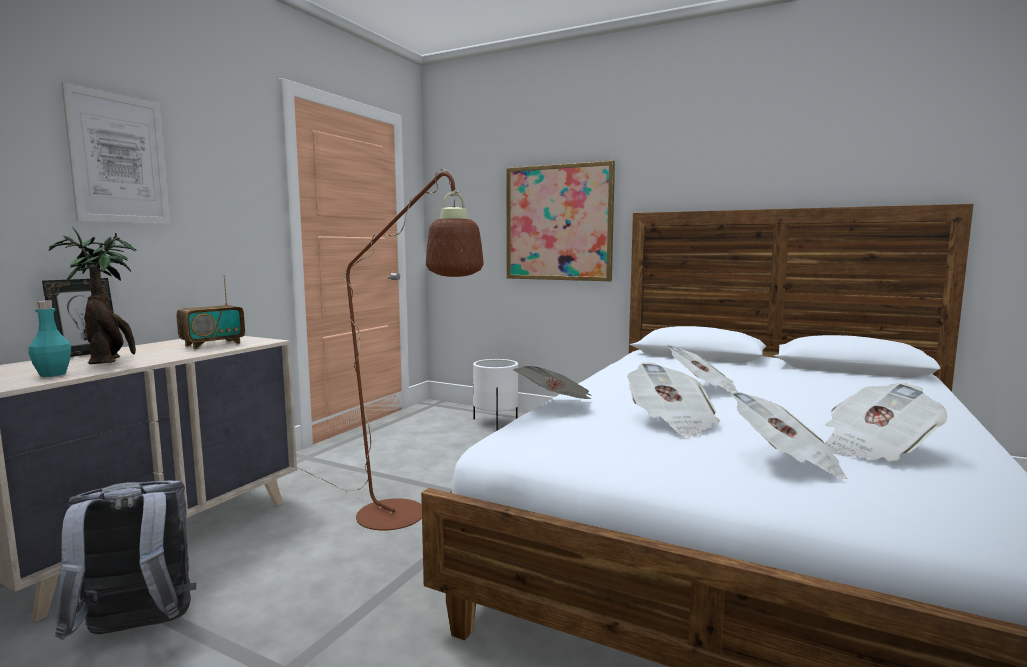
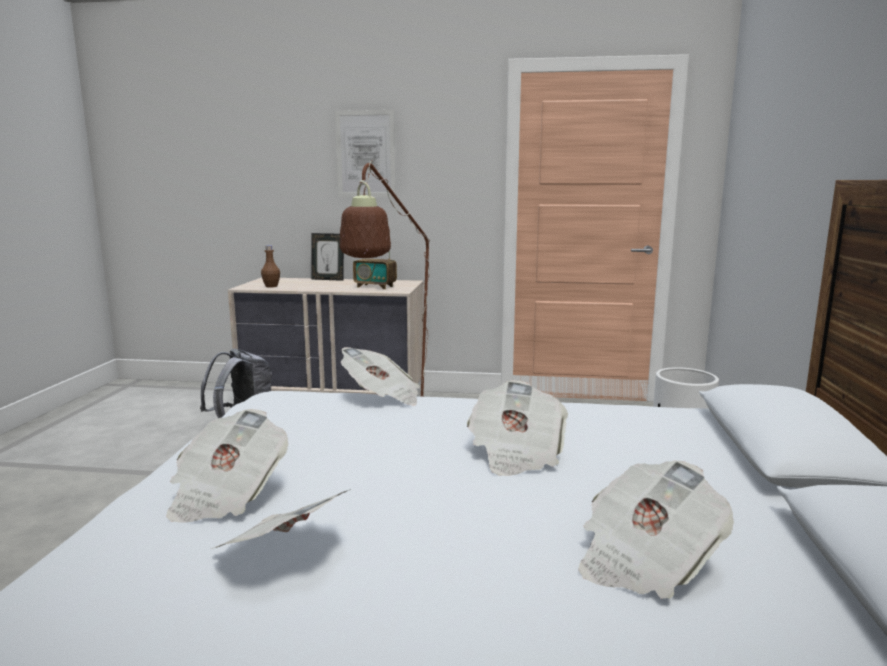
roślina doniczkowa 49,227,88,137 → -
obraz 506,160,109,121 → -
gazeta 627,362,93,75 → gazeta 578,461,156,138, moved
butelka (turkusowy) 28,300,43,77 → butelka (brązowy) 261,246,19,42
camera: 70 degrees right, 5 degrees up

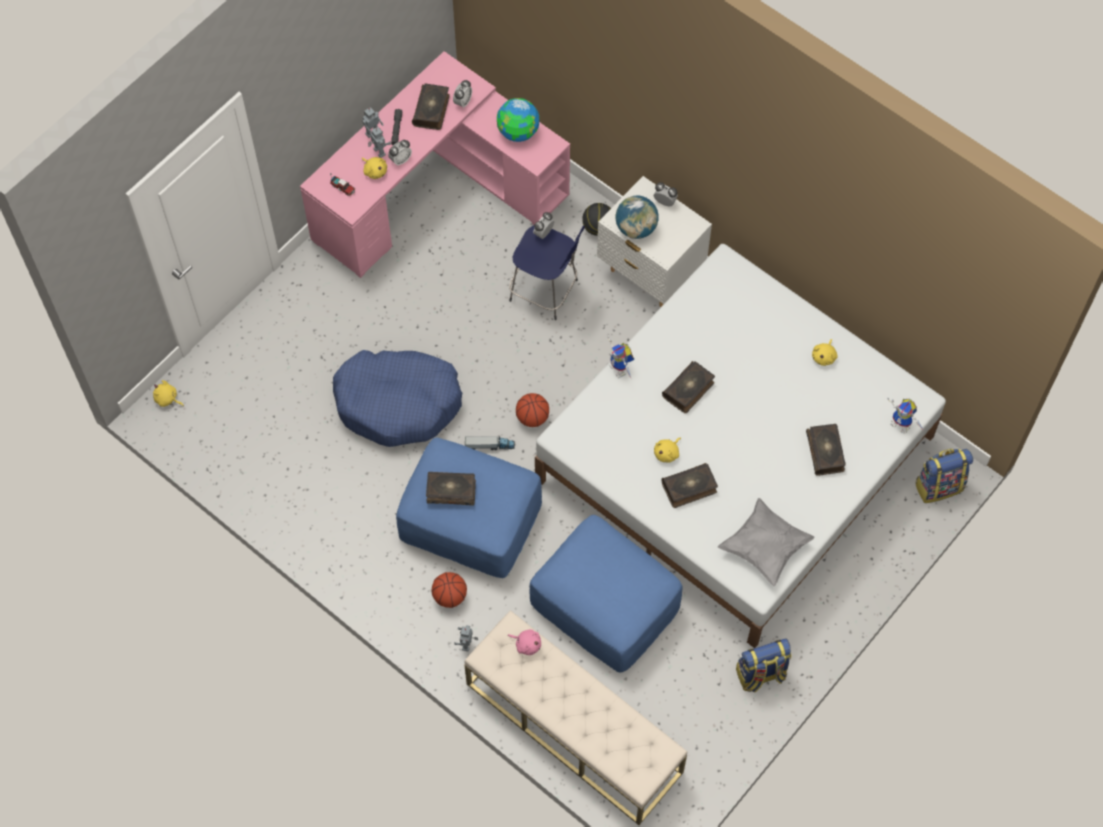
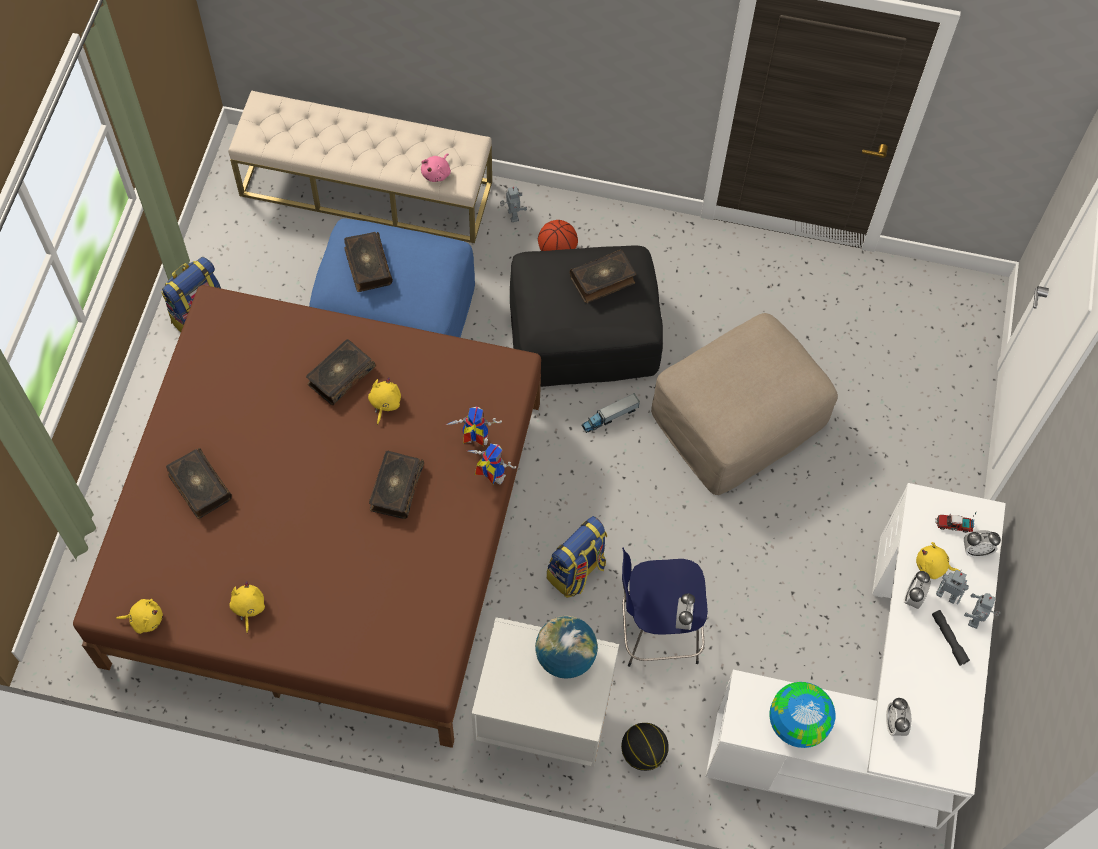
piłka do koszykówki 516,393,33,34 → -
poduszka (szary) 718,498,97,89 → -
pluszak (żółty) 153,380,31,27 → pluszak (żółty) 116,599,47,35, moved
książka 412,83,38,47 → książka 344,232,49,60, moved
budzik 654,182,24,24 → budzik 964,530,37,27, moved
robot zabawkowy 887,397,36,37 → robot zabawkowy 446,407,56,39, moved
plecak 915,449,58,54 → plecak 547,516,60,82, moved
legowisko (niebieski) 333,350,129,97 → pufa (beżowy) 651,313,187,182
biurko (różowy) 300,51,270,227 → biurko (biały) 706,483,300,346
pufa (niebieski) 396,437,146,141 → pufa (czarny) 510,246,153,141
łóżko (biały) 535,244,411,404 → łóżko (brązowy) 73,285,468,463
pluszak (różowy) 508,629,33,26 → pluszak (różowy) 421,153,30,29, 60 degrees counterclockwise
camera: 150 degrees right, 0 degrees up

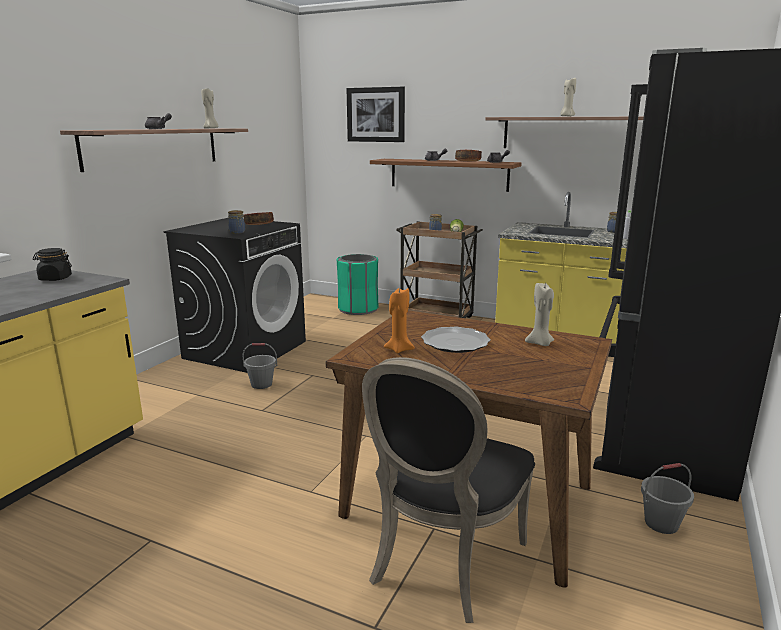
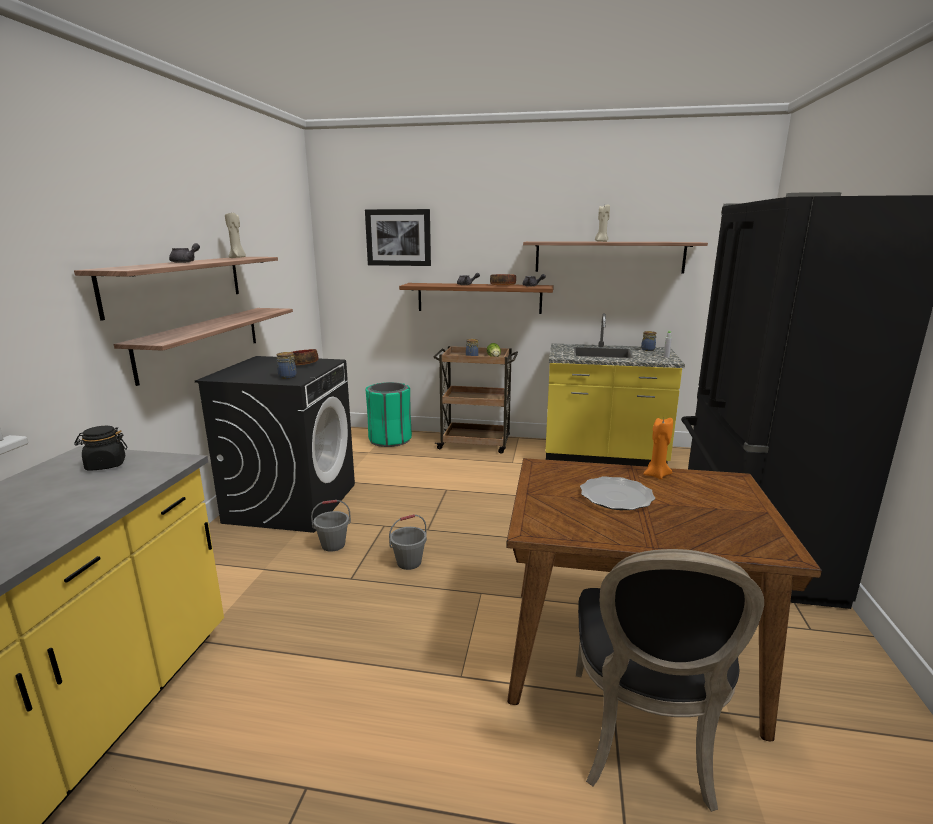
świeca (beżowy) 525,283,29,63 → -
- → półka 114,308,179,78
świeca (pomarańczowy) 384,288,31,65 → świeca (pomarańczowy) 643,418,30,61, moved
wiadro (szary) 641,463,53,71 → wiadro (szary) 389,514,38,56, moved
camera: 15 degrees left, 0 degrees up

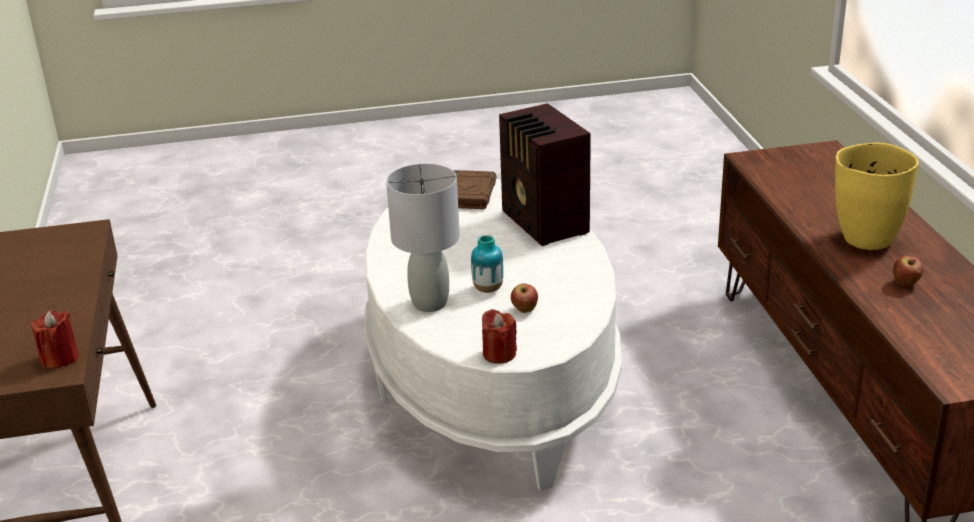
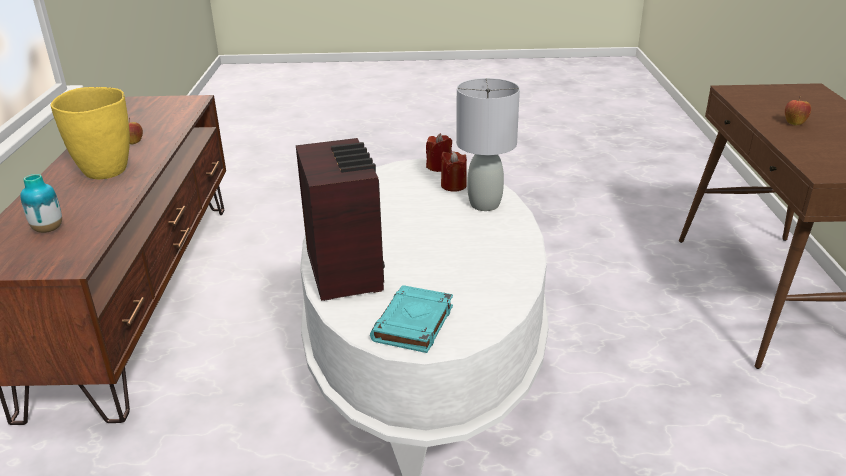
świeca (czerwony) 31,311,48,58 → świeca (czerwony) 441,151,26,41, moved
wazon 471,235,33,58 → wazon 20,174,42,59, moved
jabłko 511,283,27,30 → jabłko 785,95,26,31, moved
książka (brązowy) 453,170,43,39 → książka (turkusowy) 370,285,83,68
camera: 170 degrees left, 0 degrees up

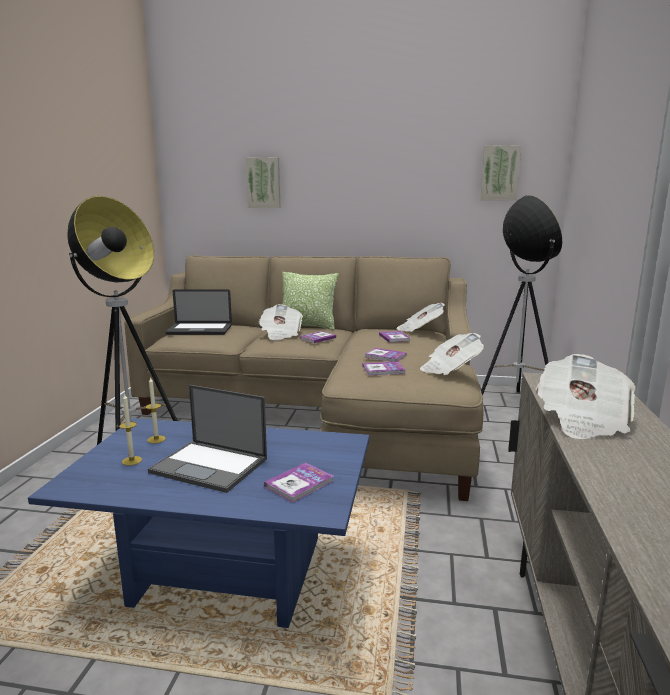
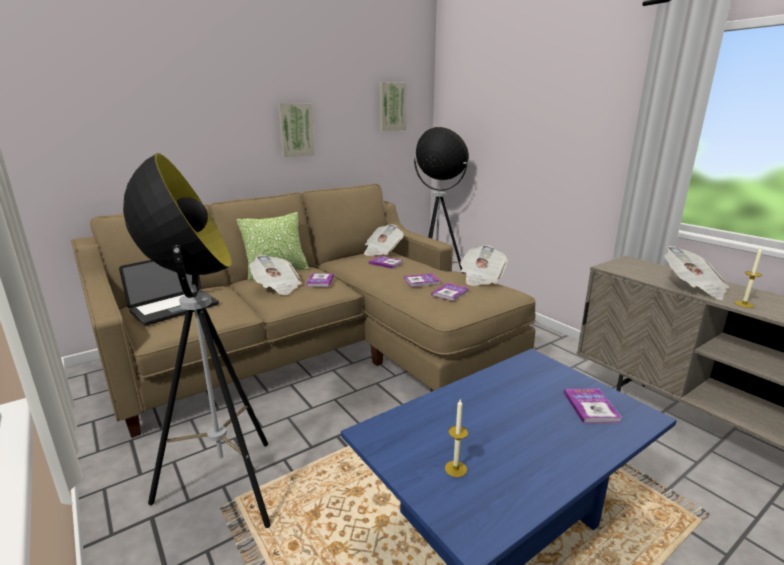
laptop 148,385,119,108 → -
świeca 145,377,21,66 → świeca 735,248,27,60, moved
obraz 246,157,34,51 → obraz 278,103,37,54, moved
camera: 45 degrees left, 5 degrees up

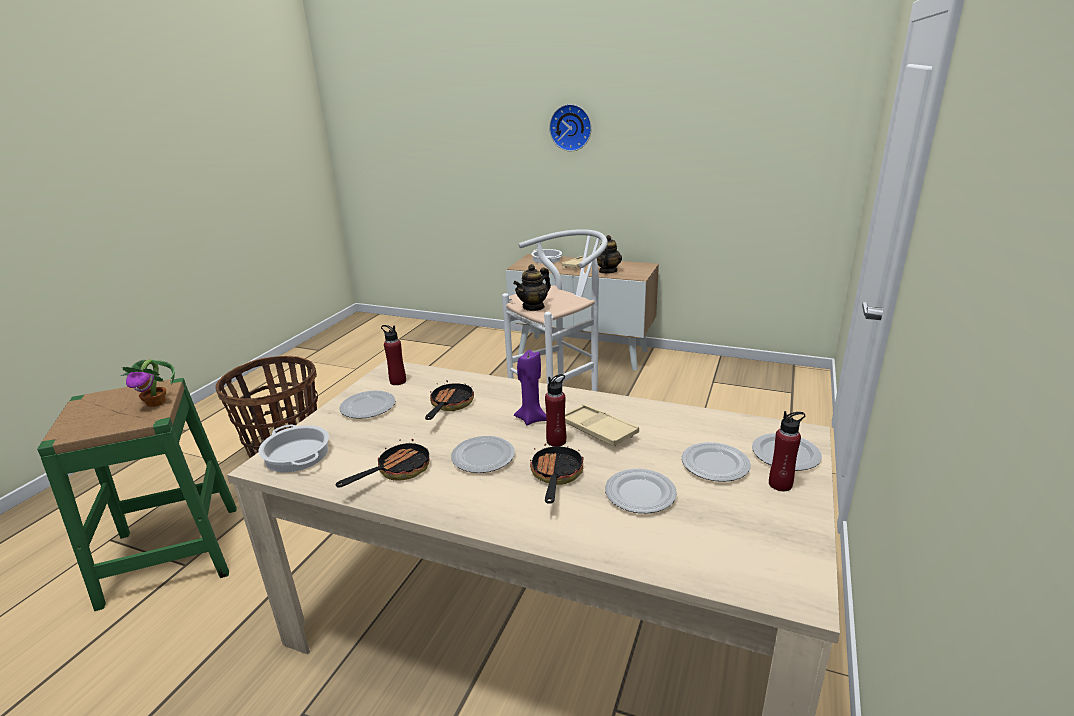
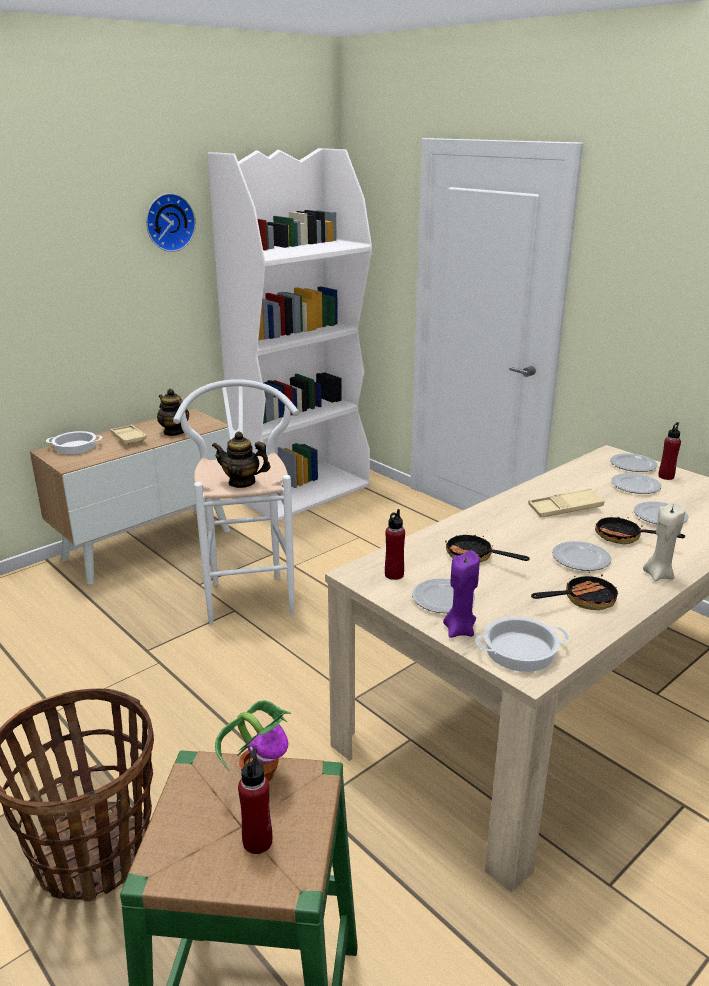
- → regał (biały) 207,148,165,373
- → świeca (beżowy) 643,502,42,79
świeca (fioletowy) 514,350,32,76 → świeca (fioletowy) 443,550,37,88, moved
butelka (czerwony) 545,374,21,73 → butelka (czerwony) 238,748,34,106, moved
zegar ścienny 549,104,43,47 → zegar ścienny 146,193,50,59, moved
patelnia 336,439,94,49 → patelnia 531,569,87,41, 90 degrees clockwise
imbryk 513,264,38,47 → imbryk 212,432,58,56, 120 degrees clockwise
camera: 65 degrees left, 0 degrees up

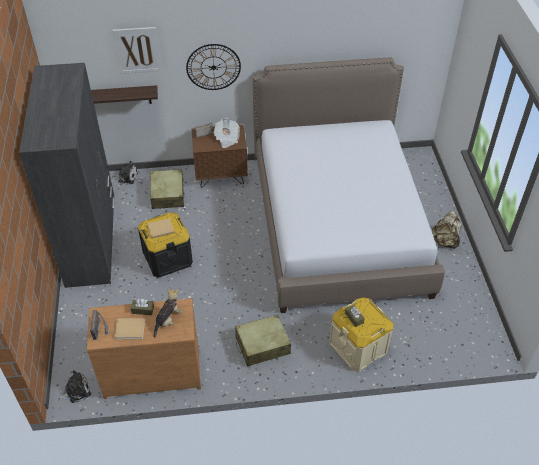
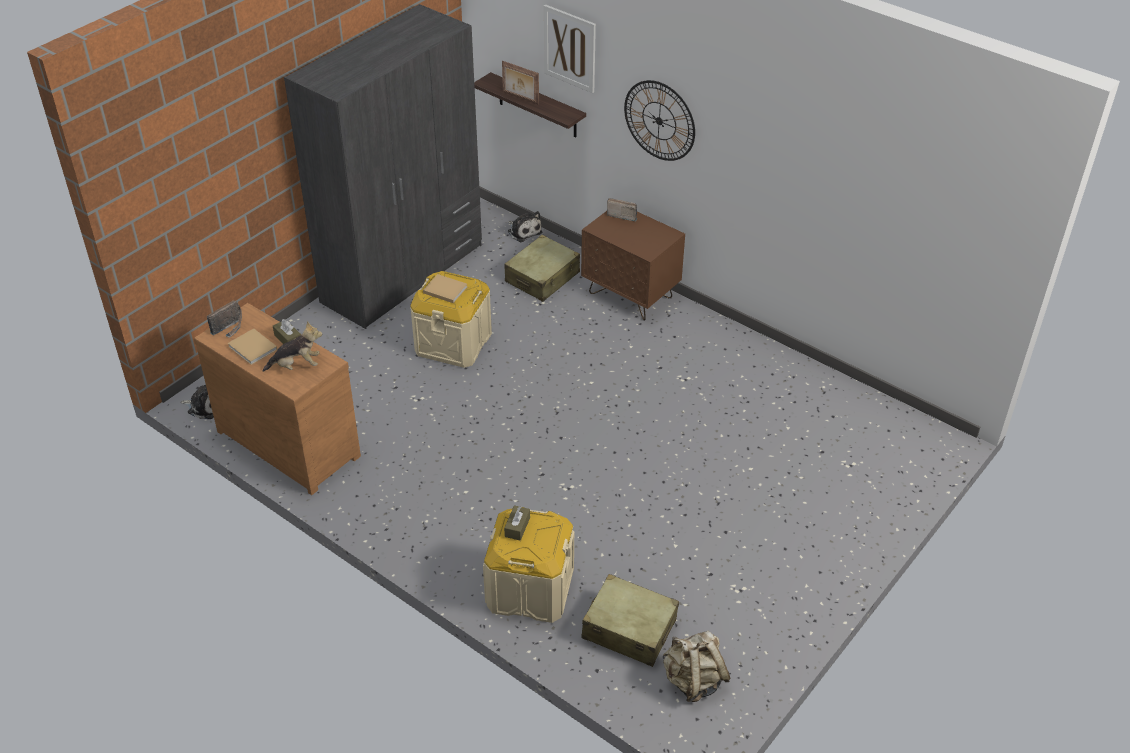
gazeta 214,118,26,30 → -
łóżko 252,57,193,256 → -
- → ramka na zdjęcie 502,61,37,44
walizka (beżowy) 235,314,56,52 → walizka (beżowy) 582,574,97,93, moved
plecak (beżowy) 432,211,29,38 → plecak (beżowy) 663,631,68,71, moved
pojemnik do przechowywania (czarny) 138,212,55,66 → pojemnik do przechowywania (beżowy) 410,271,82,97
camera: 45 degrees right, 5 degrees down

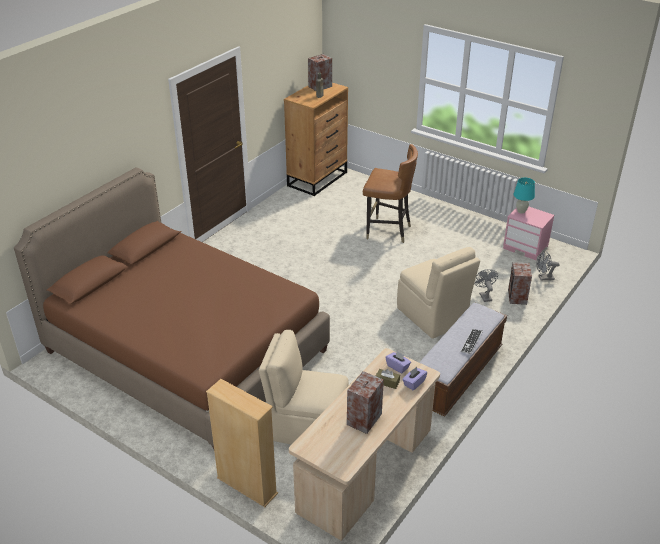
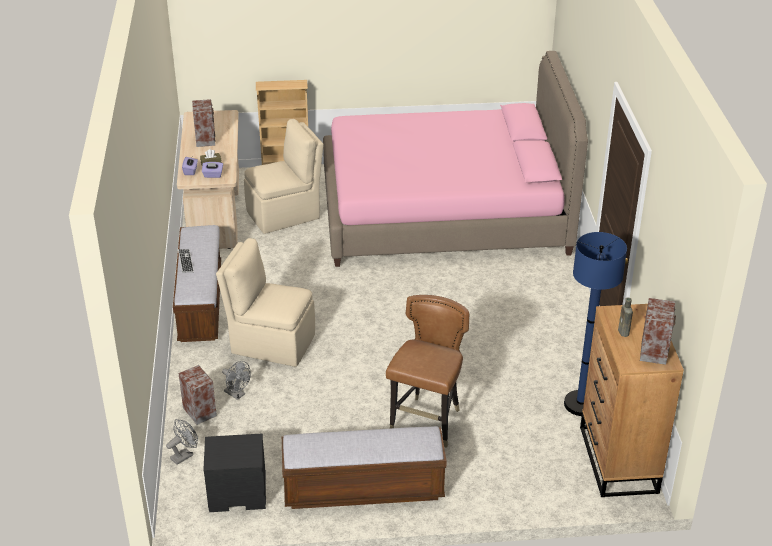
lampa stołowa (turkusowy) 514,177,21,37 → -
- → ławka 282,426,165,83
- → lampa stojąca (niebieski) 564,232,63,184
łóżko (brązowy) 14,168,316,281 → łóżko (różowy) 323,51,265,216
szafka nocna (różowy) 503,207,51,53 → szafka nocna (czarny) 203,433,63,79
krzesło (brązowy) 363,144,55,99 → krzesło (brązowy) 386,295,83,153, 135 degrees clockwise
camera: 140 degrees right, 0 degrees up

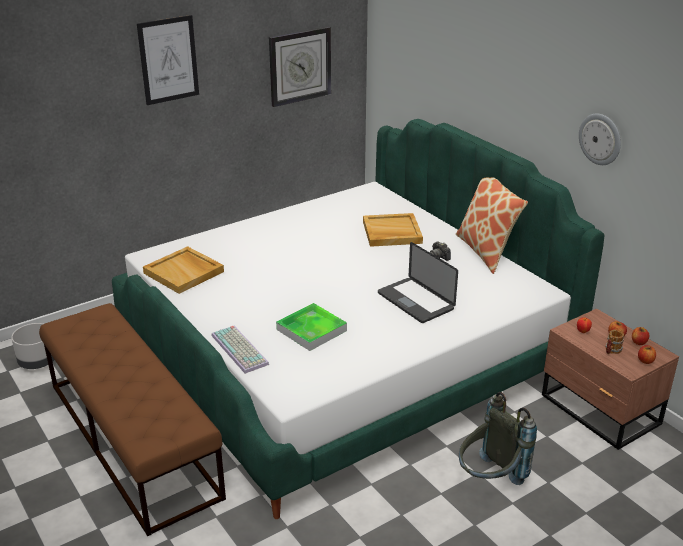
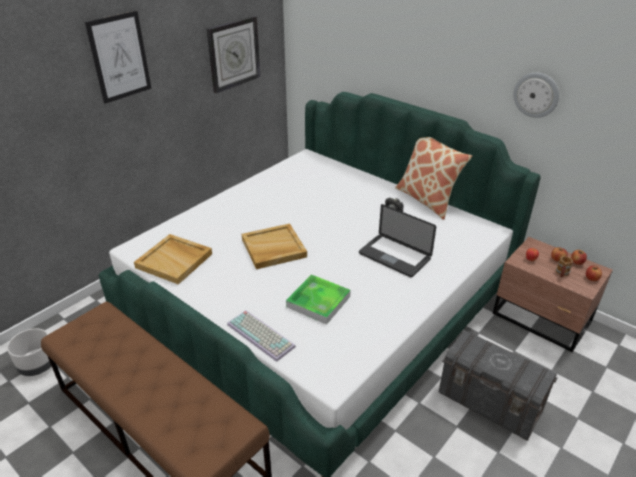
taca (beżowy) 363,213,60,34 → taca (beżowy) 242,223,65,46, moved
plecak (szary) 459,392,78,93 → pojemnik do przechowywania (szary) 439,330,119,111
camera: 15 degrees left, 5 degrees up

